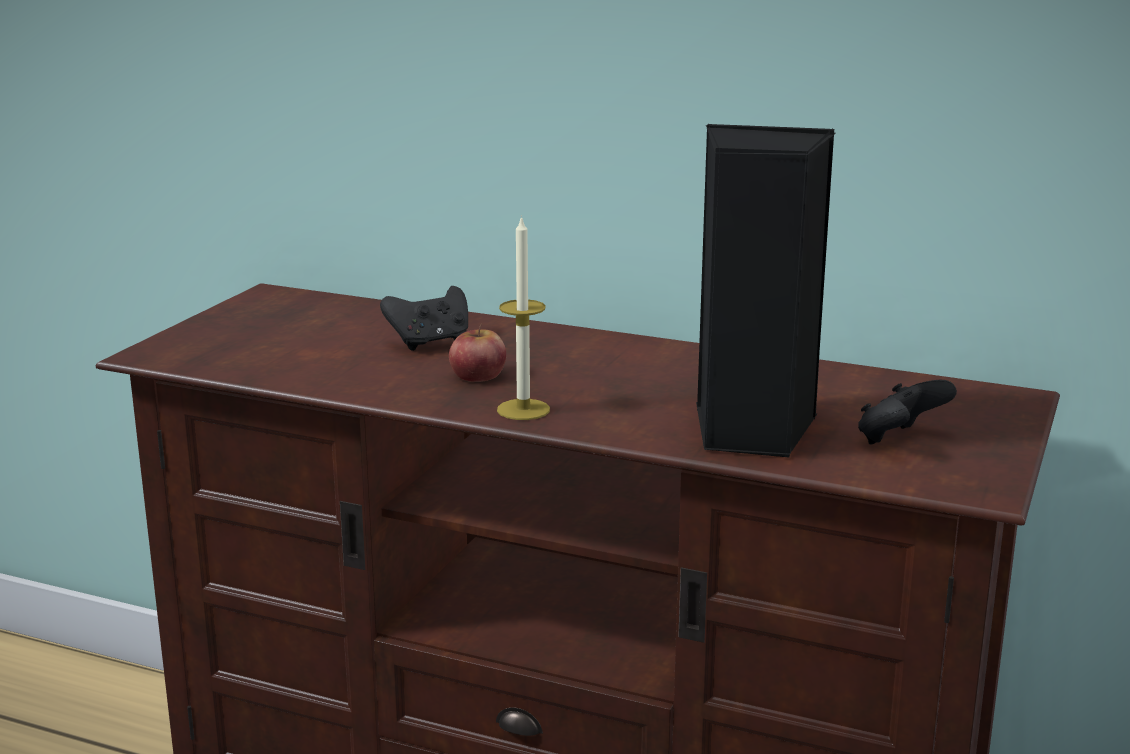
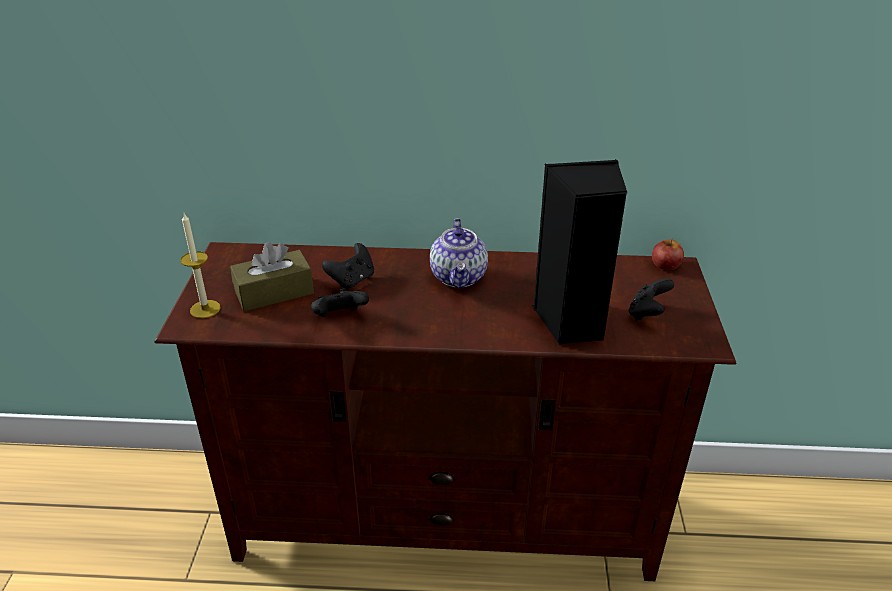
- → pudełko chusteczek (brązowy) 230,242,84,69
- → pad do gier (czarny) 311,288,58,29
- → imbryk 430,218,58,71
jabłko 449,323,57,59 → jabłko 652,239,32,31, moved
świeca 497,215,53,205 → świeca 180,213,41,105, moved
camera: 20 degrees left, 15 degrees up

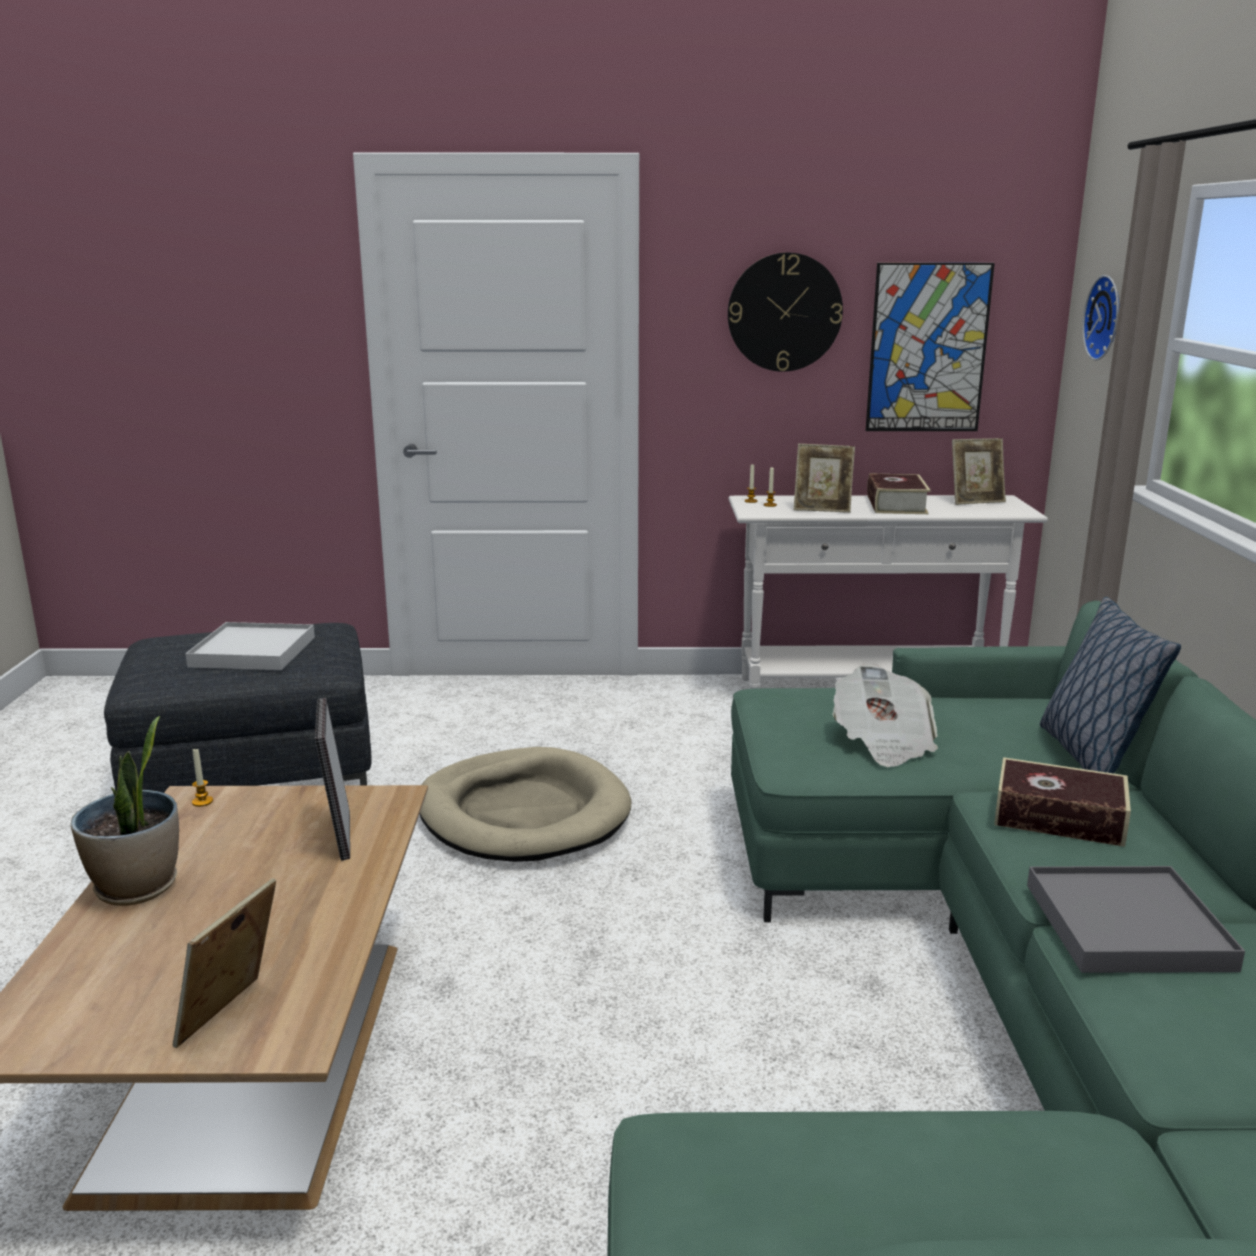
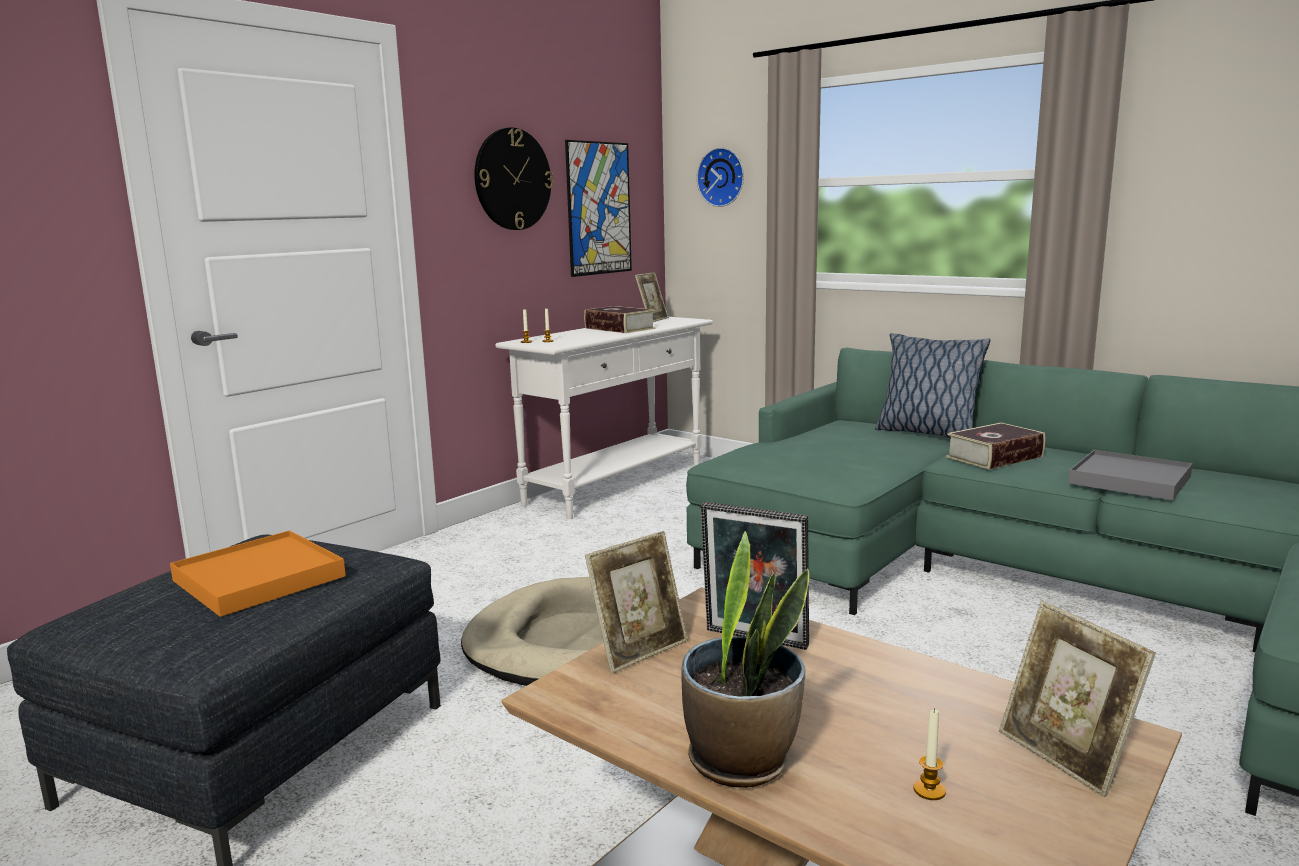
gazeta 833,664,105,103 → -
świeca 192,748,21,59 → świeca 914,708,32,92, moved
ramka na zdjęcie 794,444,61,69 → ramka na zdjęcie 585,531,103,142, moved
taca (biały) 185,622,130,48 → taca (pomarańczowy) 170,530,176,87
camera: 50 degrees left, 5 degrees down

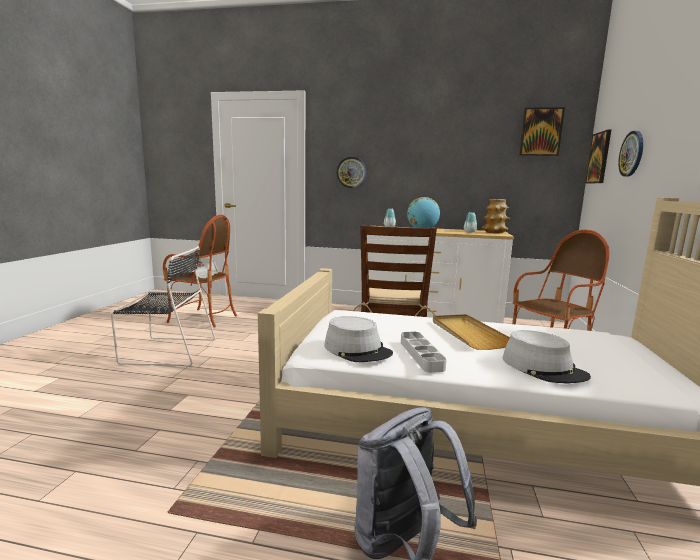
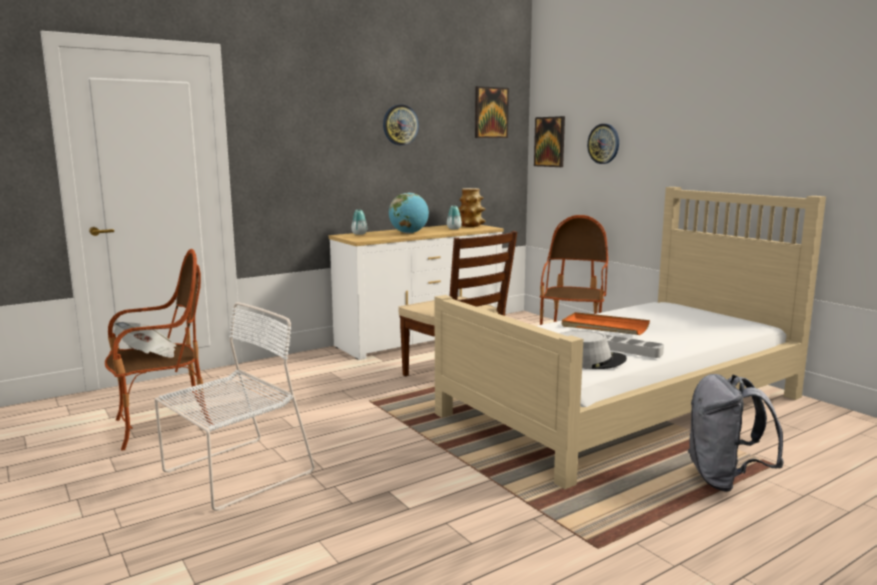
kapelusz (szary) 503,330,88,53 → -
zegar ścienny 336,157,31,31 → zegar ścienny 383,105,36,40, moved
krzesło (czarny) 111,246,104,120 → krzesło (biały) 154,302,161,209
taca (beżowy) 433,314,77,36 → taca (pomarańczowy) 562,312,88,23
camera: 45 degrees left, 0 degrees up

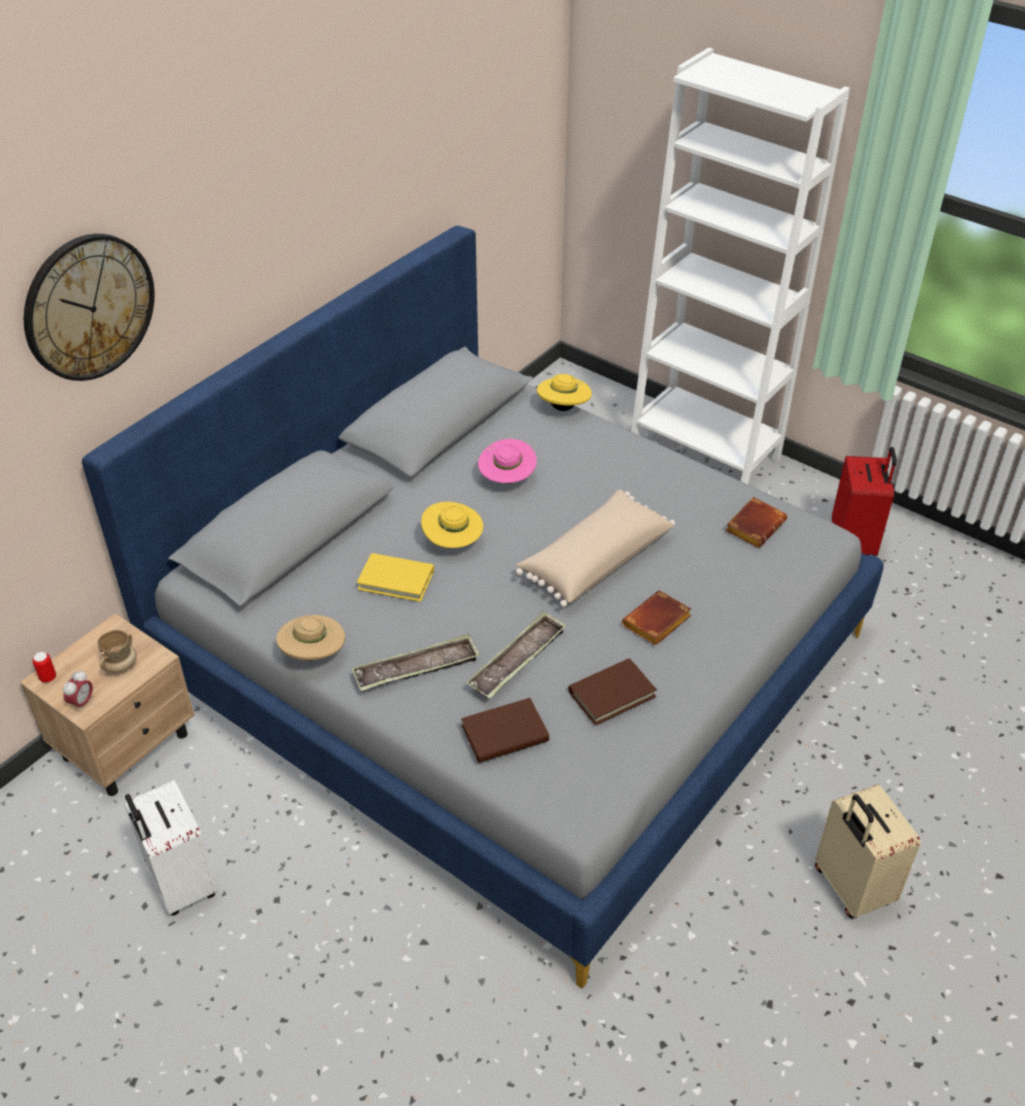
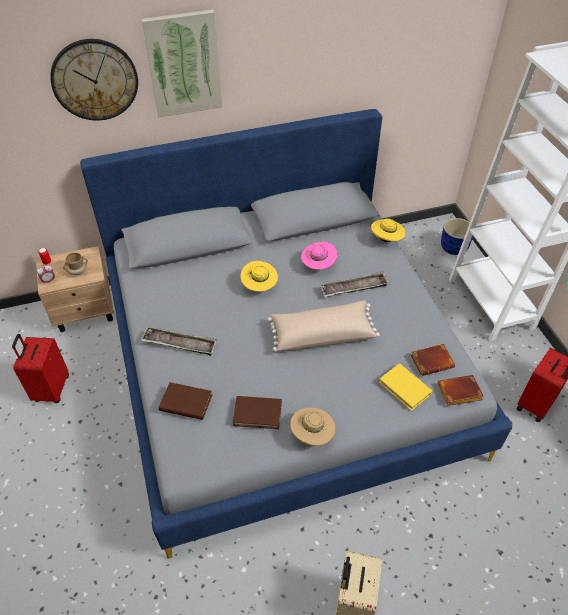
- → obraz 141,10,81,108
- → donica (niebieski) 441,218,32,37
kapelusz (beżowy) 276,615,69,46 → kapelusz (beżowy) 290,407,46,39, moved
książka (żółty) 357,553,77,49 → książka (żółty) 379,363,54,48, moved
taca 466,611,101,88 → taca 320,271,69,26, moved
książka (brązowy) 622,590,69,56 → książka (brązowy) 438,375,46,31, moved
walizka (biały) 124,780,94,136 → walizka (czerwony) 12,334,57,69
camera: 35 degrees right, 5 degrees up

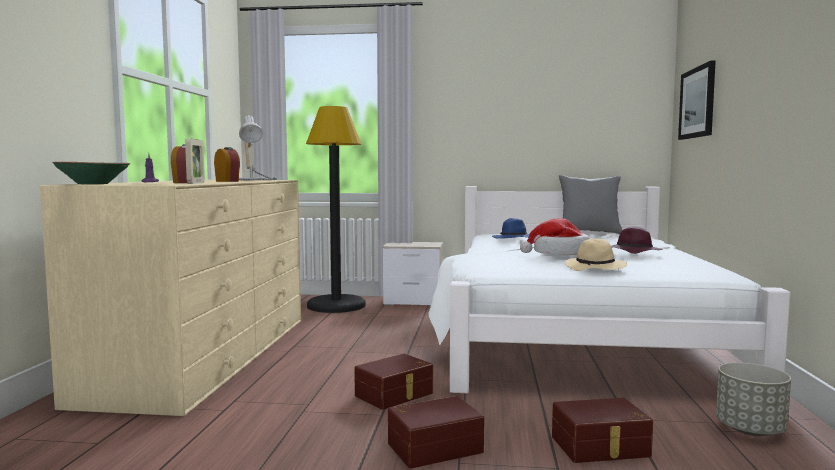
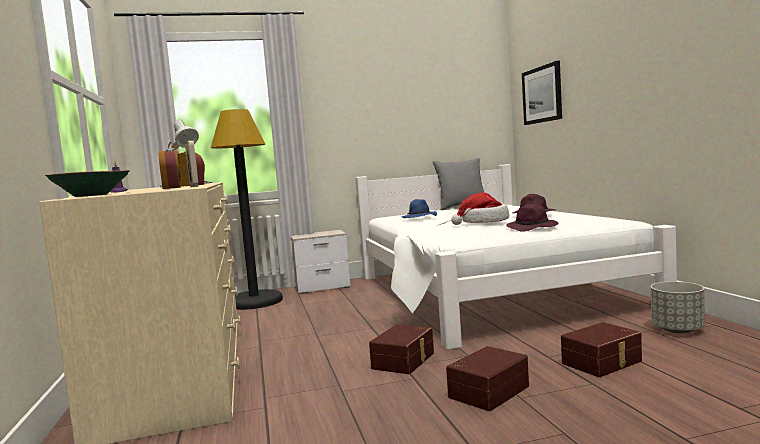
kapelusz (beżowy) 565,239,62,32 → kapelusz (fioletowy) 506,204,53,28
camera: 20 degrees left, 0 degrees up

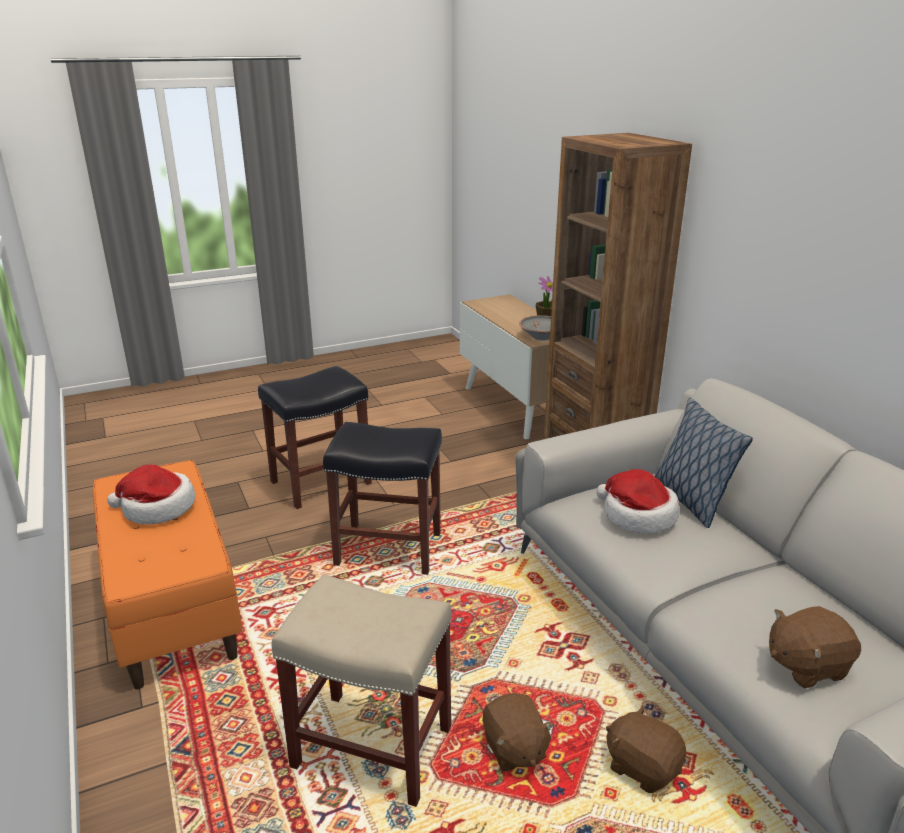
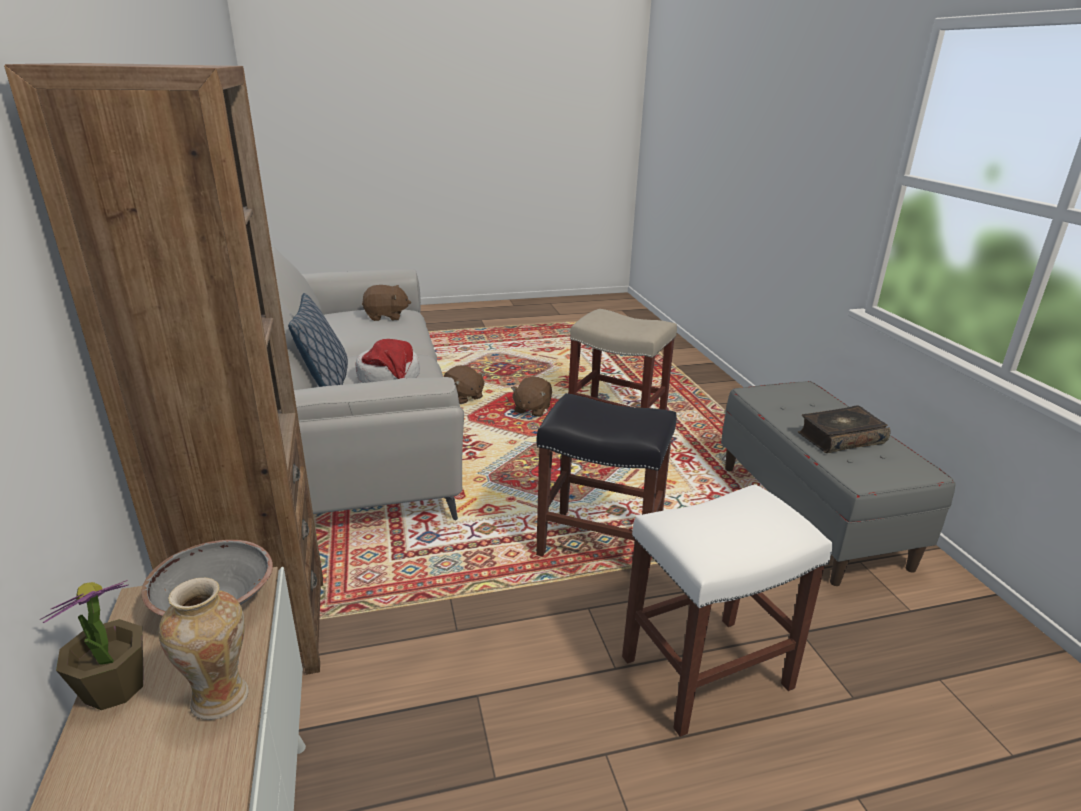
- → wazon 159,578,89,142
kapelusz 107,465,88,59 → książka 798,405,93,48
ławka (pomarańczowy) 93,460,149,230 → ławka (szary) 721,381,234,205
stołek (czarny) 258,366,114,143 → stołek (biały) 622,484,210,253
pluszak (brązowy) 483,693,71,78 → pluszak (brązowy) 511,377,41,40, 150 degrees counterclockwise
camera: 170 degrees left, 0 degrees up

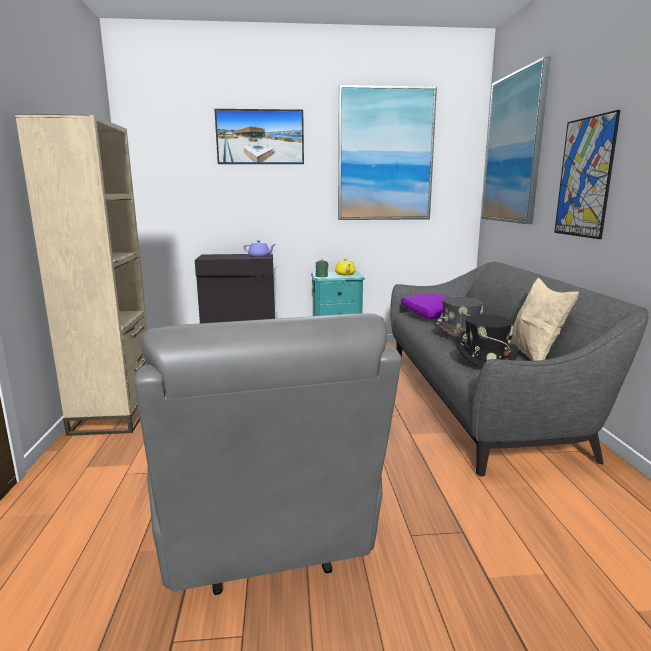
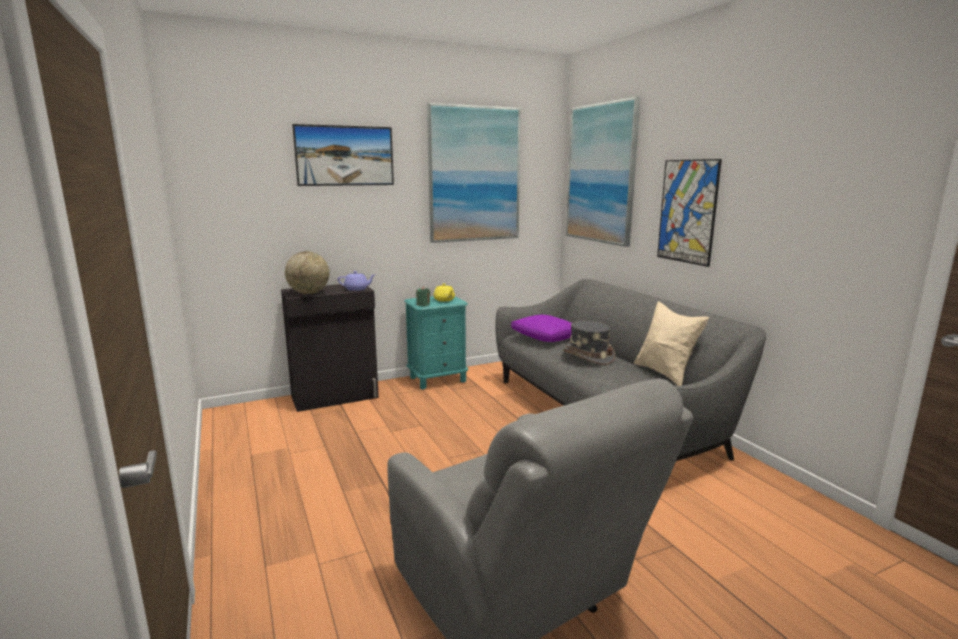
regał (beżowy) 15,114,133,322 → -
kapelusz (czarny) 455,314,63,54 → -
- → globus 285,251,44,43
camera: 20 degrees left, 0 degrees up

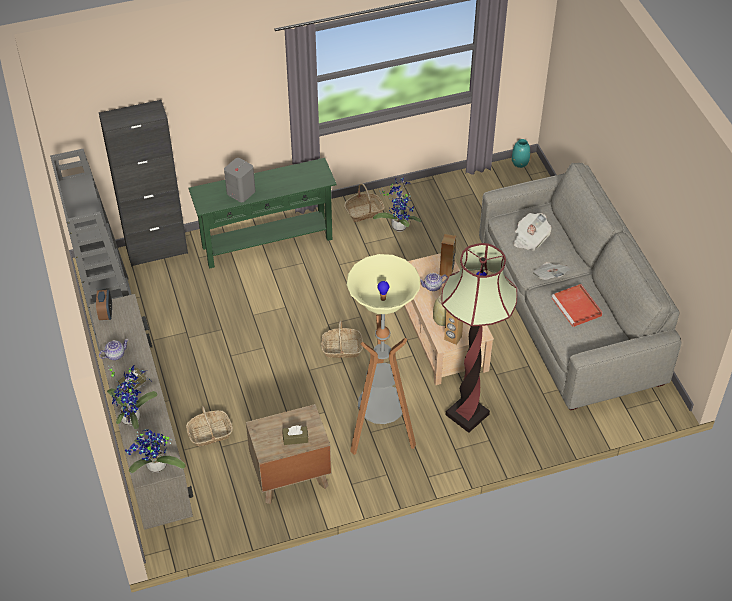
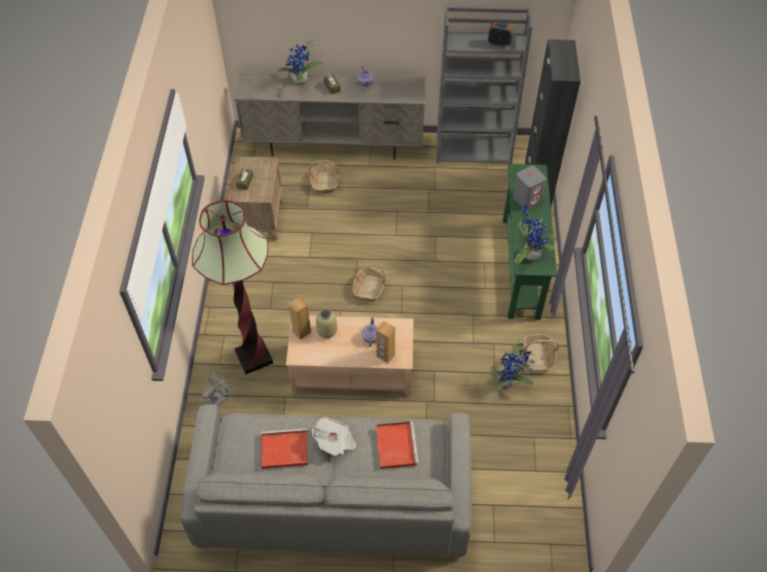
lampa stojąca 347,254,73,201 → -
wazon (turkusowy) 512,139,18,29 → -
- → wentylator (szary) 202,371,30,34
budzik 96,290,16,30 → budzik 488,22,25,26, moved
roślina doniczkowa 125,430,61,43 → roślina doniczkowa 514,205,41,59, moved
gazeta 513,213,38,38 → taca (czerwony) 376,421,43,48
camera: 110 degrees right, 5 degrees up

